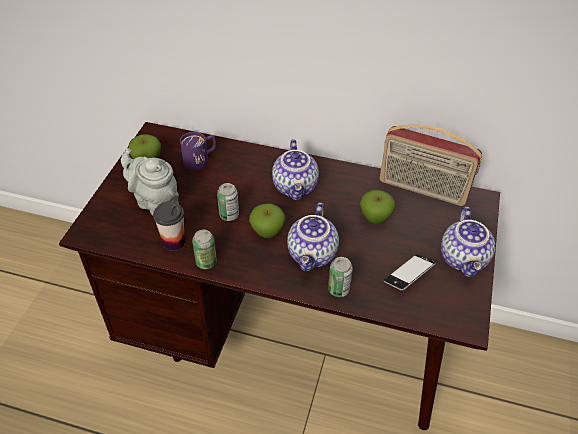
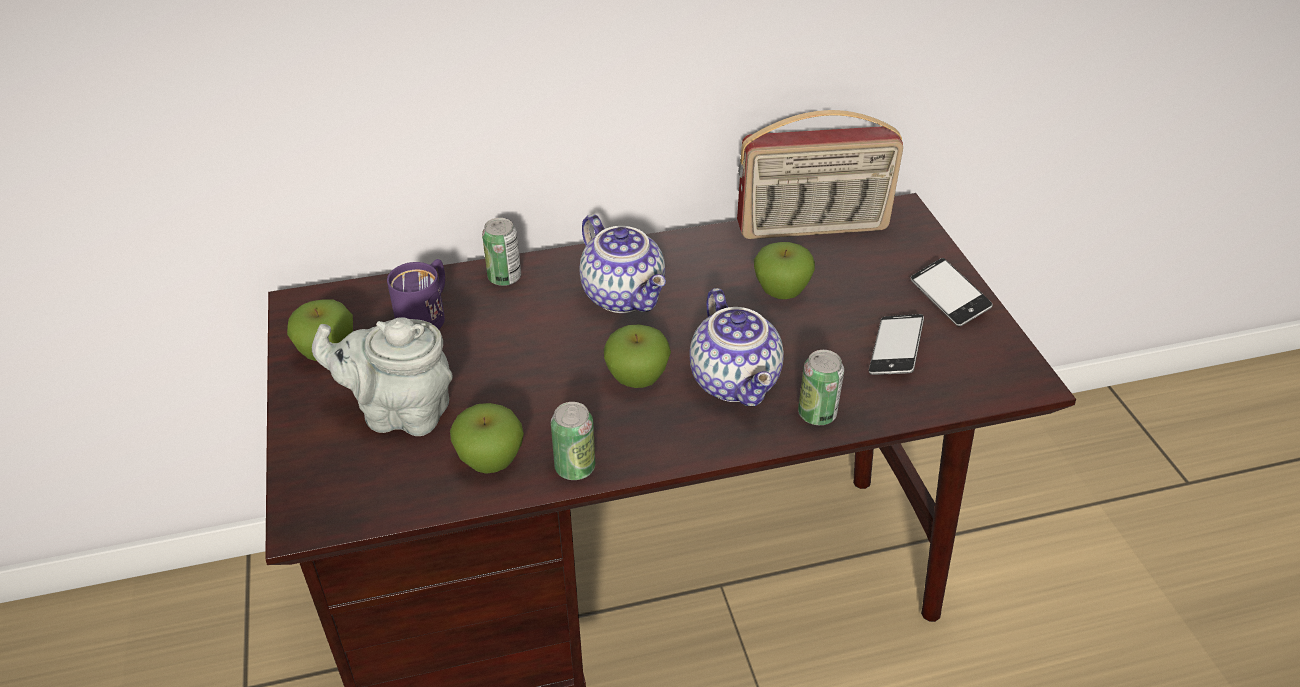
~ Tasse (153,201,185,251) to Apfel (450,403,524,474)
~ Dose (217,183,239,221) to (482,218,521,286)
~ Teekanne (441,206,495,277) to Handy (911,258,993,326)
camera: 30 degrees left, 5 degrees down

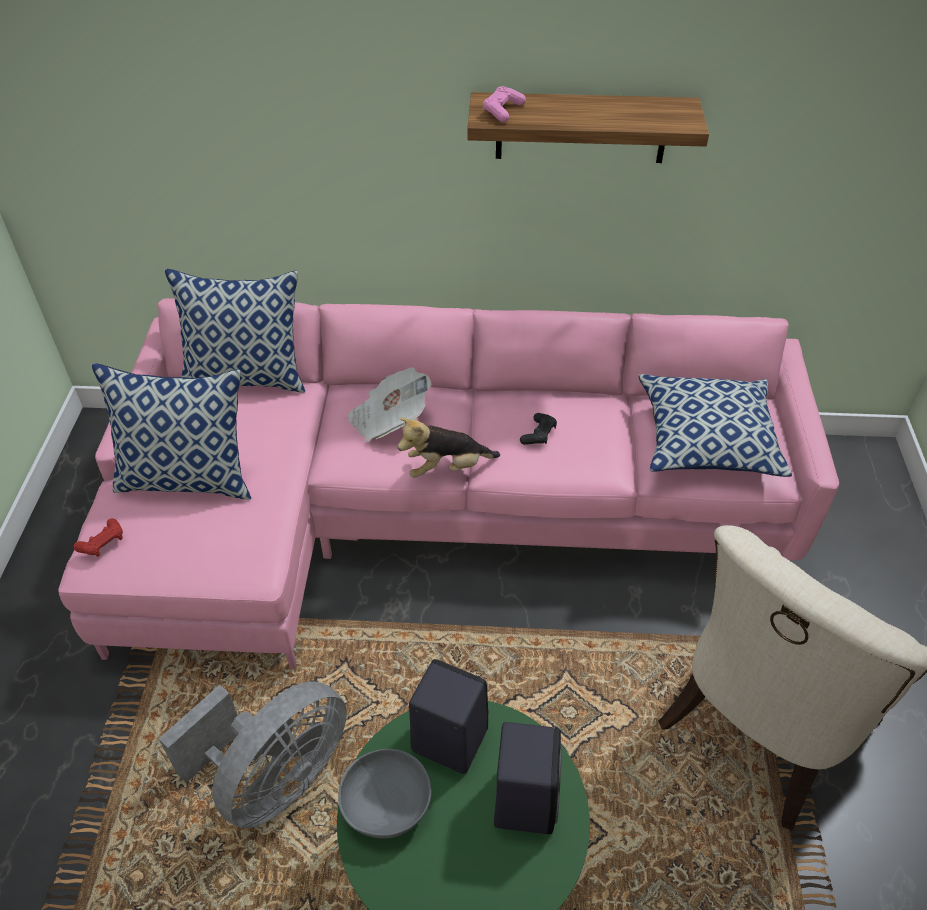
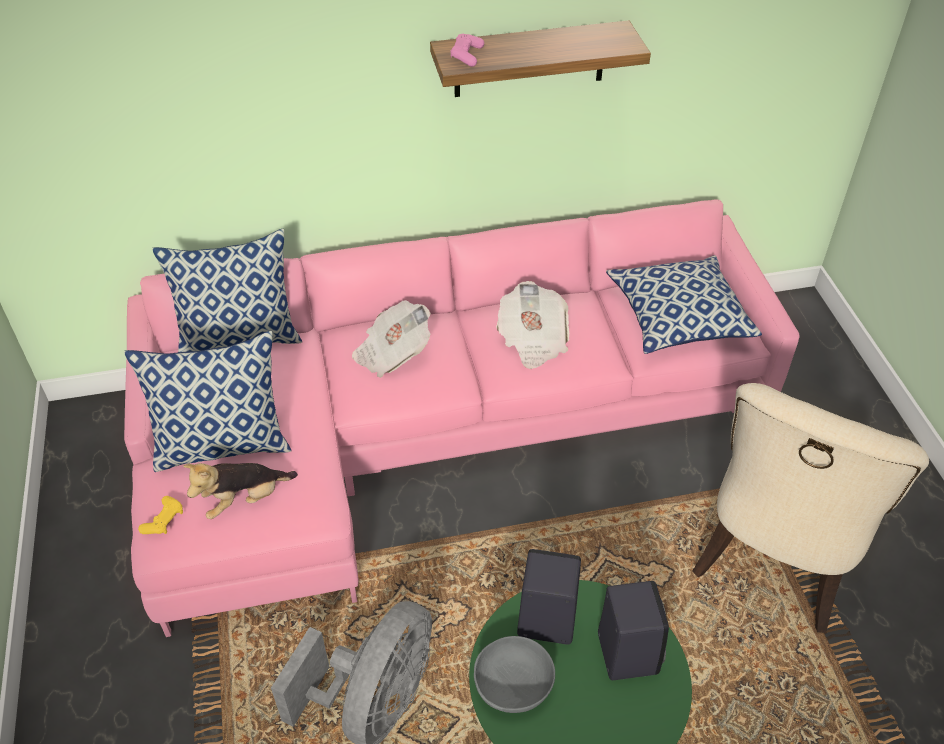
~ Gamepad [rot] (74,518,123,557) to Gamepad [gelb] (138,496,183,534)
~ Plüschtier (398,417,500,478) to (183,463,298,519)
~ Gamepad [schwarz] (520,413,557,445) to Zeitung (496,281,569,369)
camera: 15 degrees left, 0 degrees up

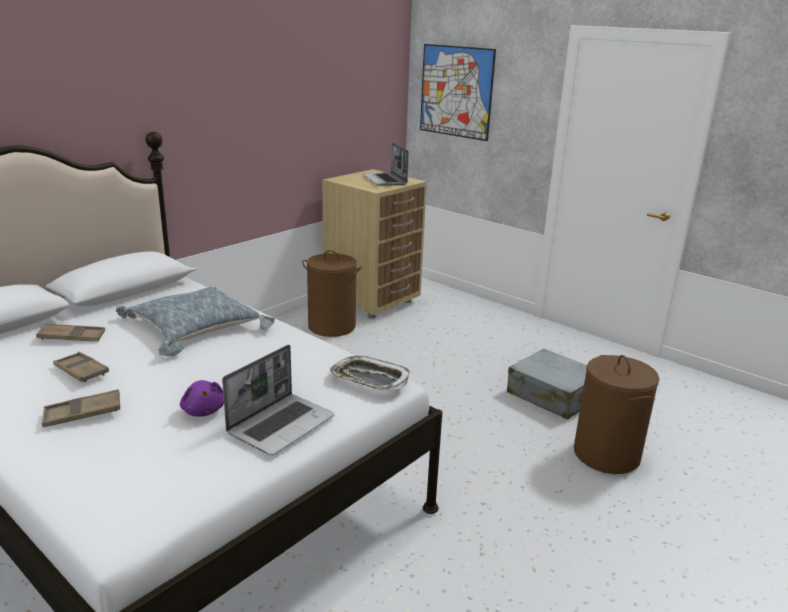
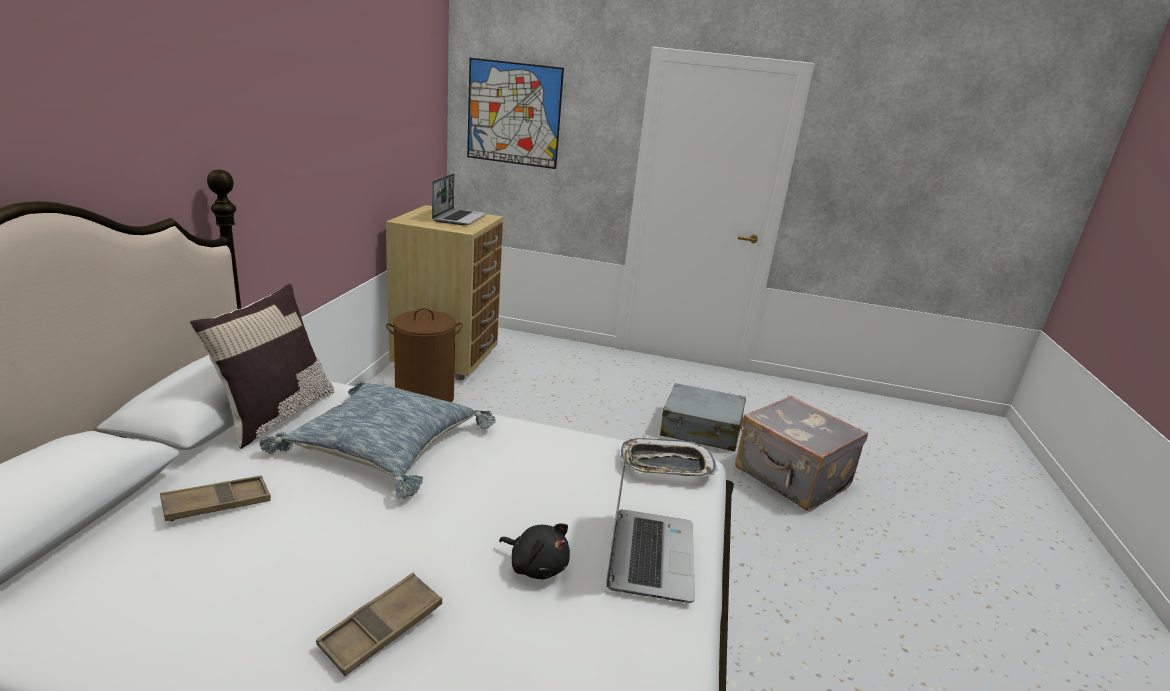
+ Kissen (190,284,334,449)
~ Laptop (363,143,409,186) = (432,173,487,226) 120 degrees counterclockwise
~ Plüschtier [lila] (180,380,224,417) to Plüschtier [schwarz] (499,523,570,579)
~ Wäschekorb [braun] (574,355,659,474) to Koffer [grau] (735,395,868,512)
- Tablett [braun] (53,352,109,382)
camera: 30 degrees left, 0 degrees up

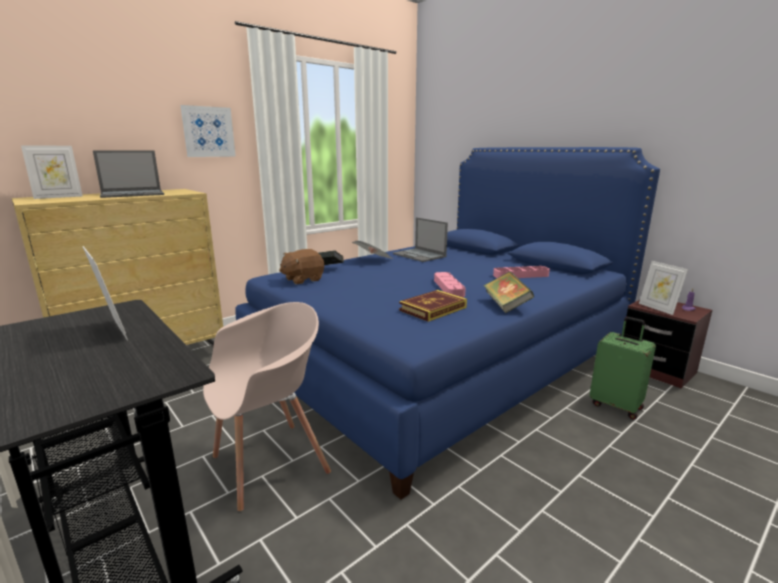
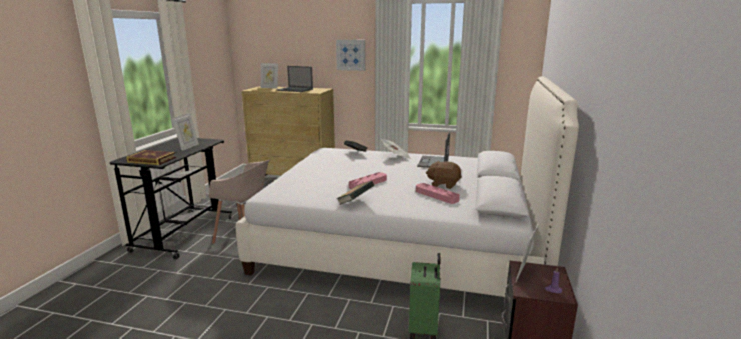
~ Buch (399,290,467,322) to (127,150,176,165)
~ Bett [blau] (235,147,660,500) to Bett [weiß] (236,76,579,297)
~ Plüschtier [braun] (279,249,324,284) to (426,161,462,189)
camera: 55 degrees right, 0 degrees up

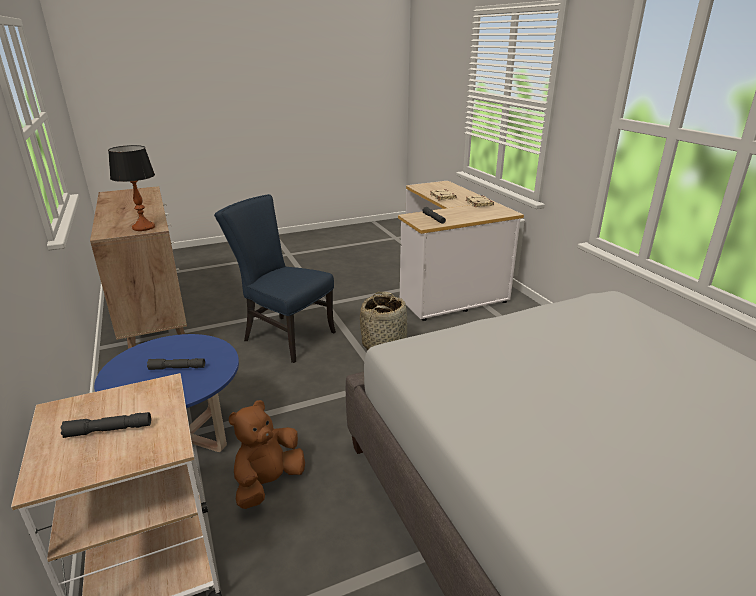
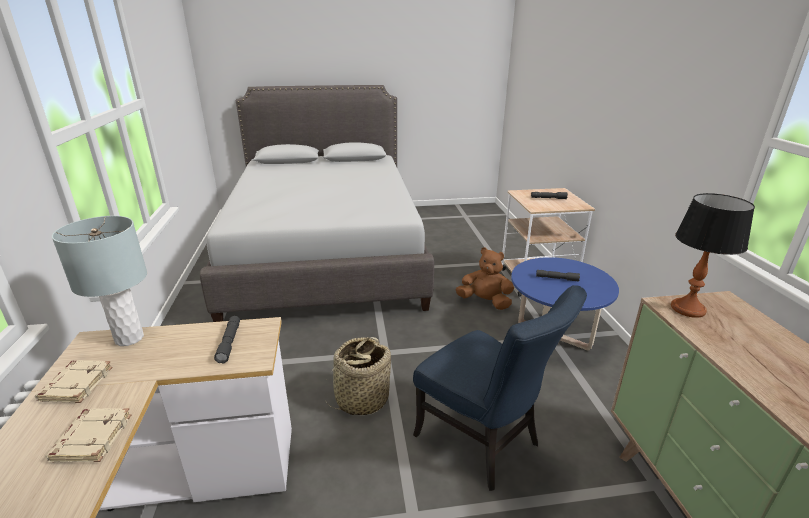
+ Tischlampe [grau] (52,216,147,346)
~ Plüschtier [braun] (229,400,305,509) = (455,247,514,310) 120 degrees counterclockwise
camera: 165 degrees left, 0 degrees up

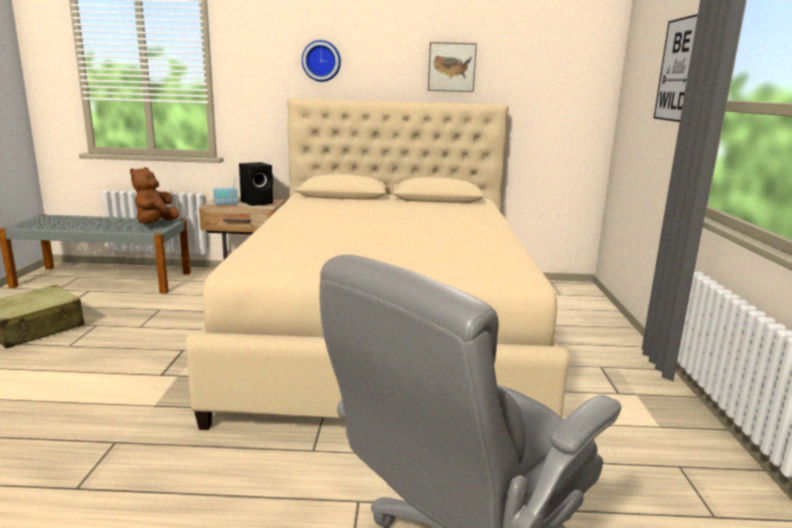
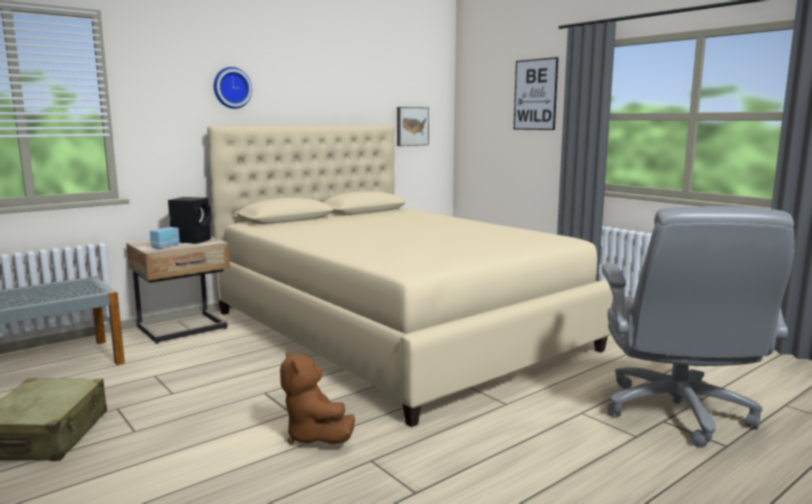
~ Plüschtier [braun] (130,167,179,224) to (280,350,355,445)
~ Bild (428,42,477,92) to (397,107,429,146)
camera: 40 degrees left, 5 degrees down

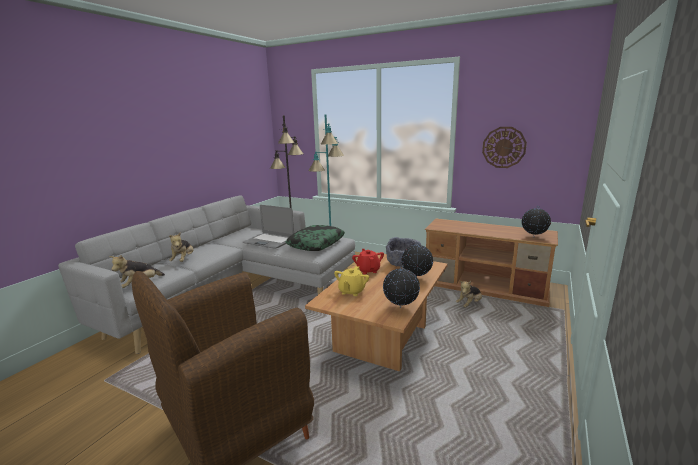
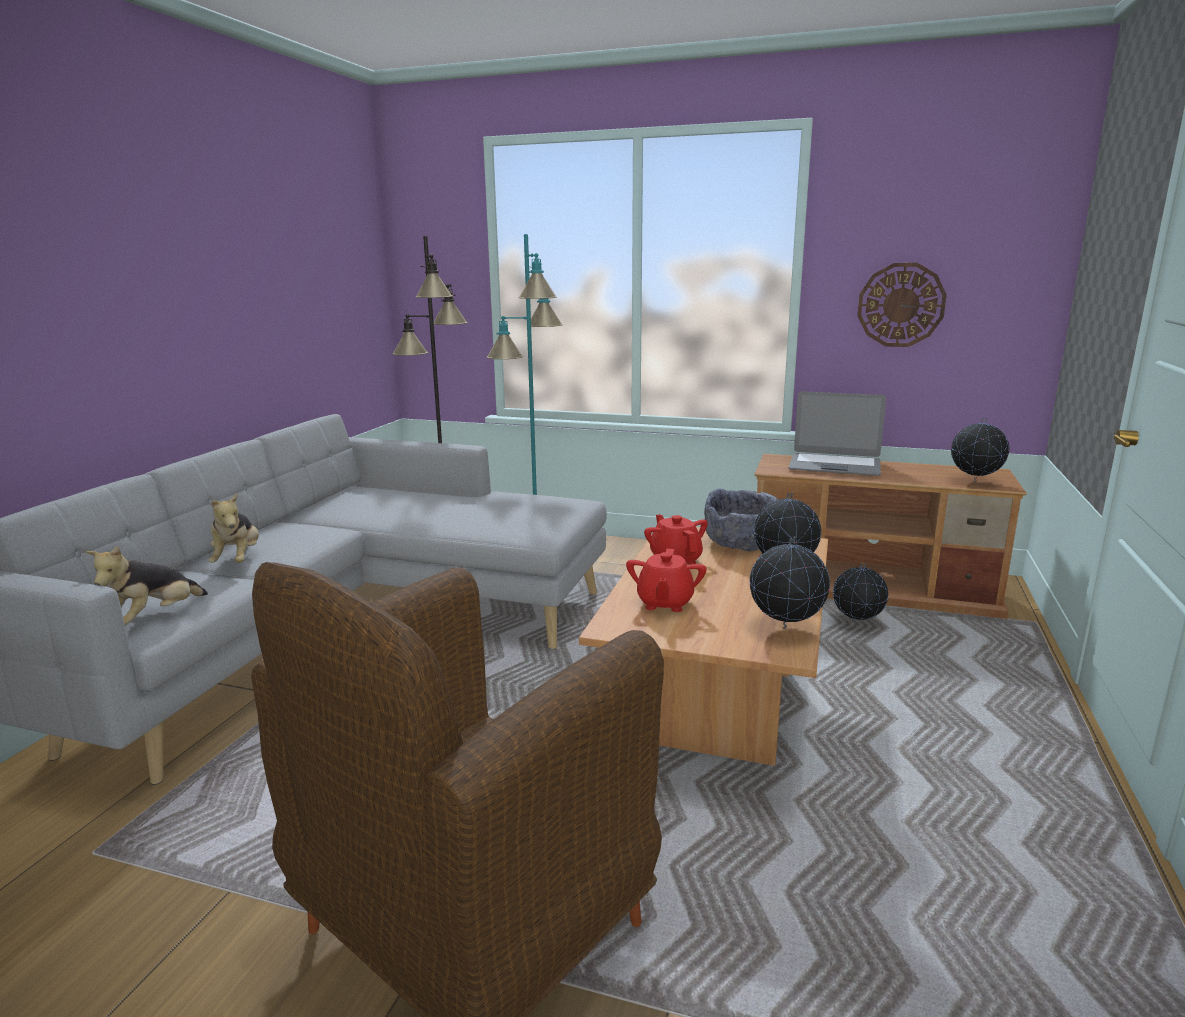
~ Teekanne [gelb] (334,266,369,296) to Teekanne [rot] (626,549,707,612)
~ Laptop (243,205,294,249) to (788,391,886,476)
~ Plüschtier (456,281,482,307) to Globus (833,563,888,623)
- Kissen (286,225,345,251)
camera: 10 degrees left, 0 degrees up

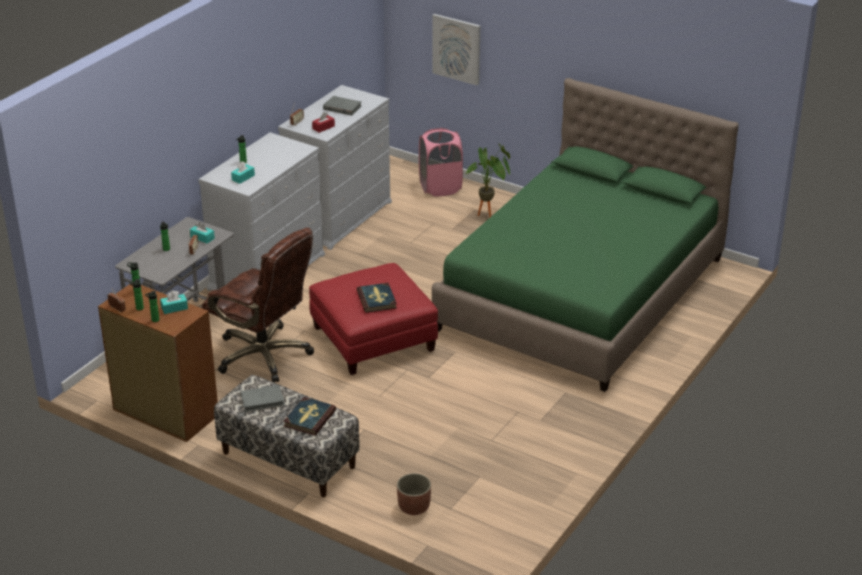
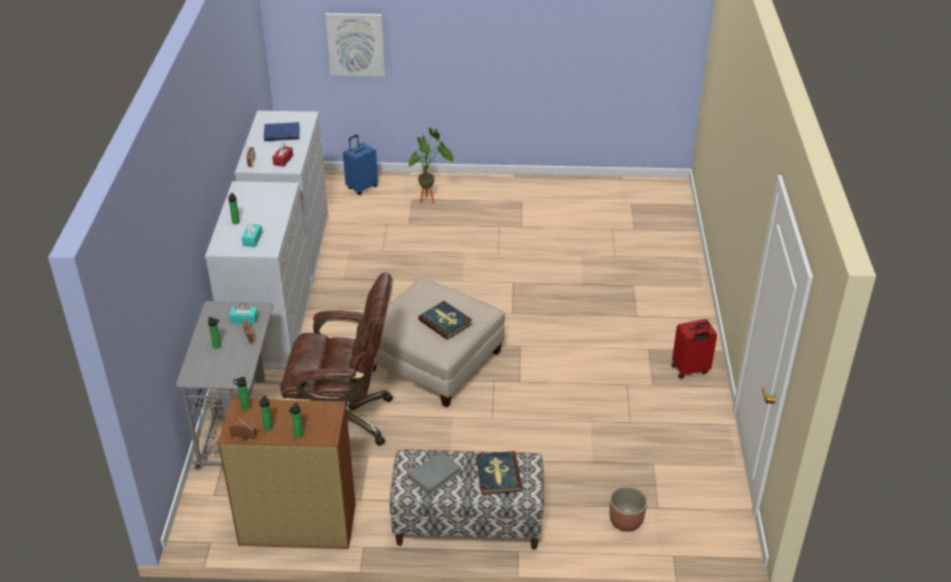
~ Buch [grau] (323,96,362,115) to Buch [blau] (264,122,300,141)
~ Wäschekorb [rosa] (419,128,463,196) to Koffer [blau] (343,135,378,195)
~ Polsterhocker [rot] (309,263,438,375) to Polsterhocker [beige] (373,278,505,407)
+ Koffer [rot] (672,319,717,379)
- Taschentuchbox [türkis] (160,290,188,314)
- Bett [grün] (432,78,739,392)
camera: 30 degrees left, 5 degrees up

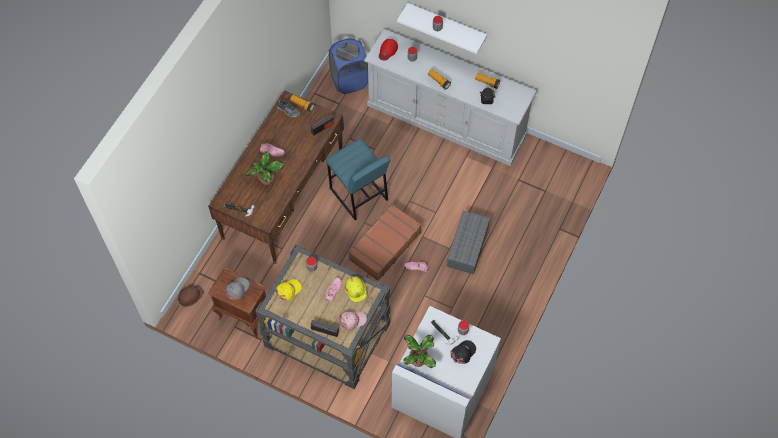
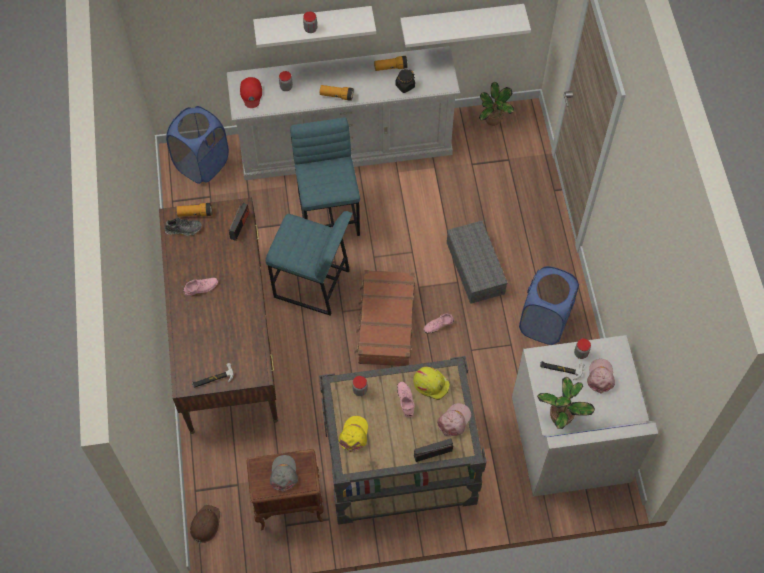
+ Hocker [blau] (290,117,360,236)
+ Wandregal [weiß] (400,4,531,48)
~ Topfpflanze (245,152,284,185) to (479,82,514,126)
+ Wäschekorb [blau] (519,266,579,345)
~ Kappe [schwarz] (450,340,476,364) to Kappe [rosa] (587,359,615,394)
camera: 35 degrees left, 0 degrees up

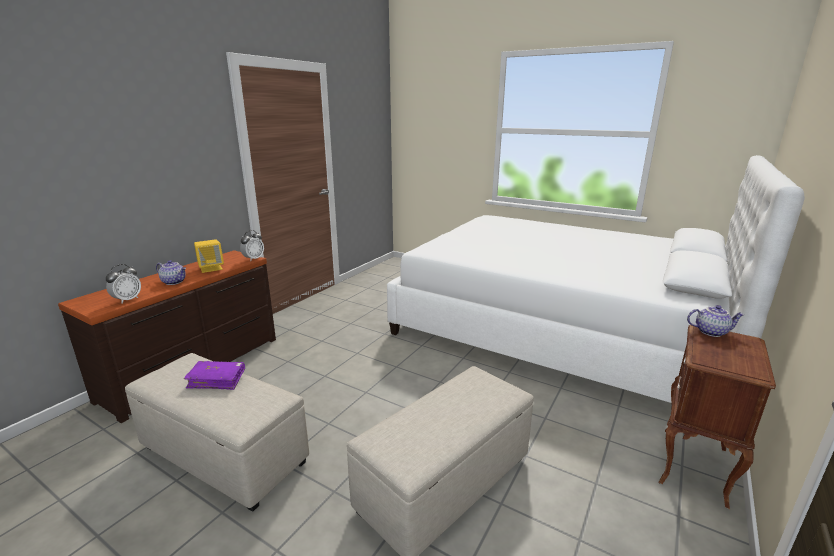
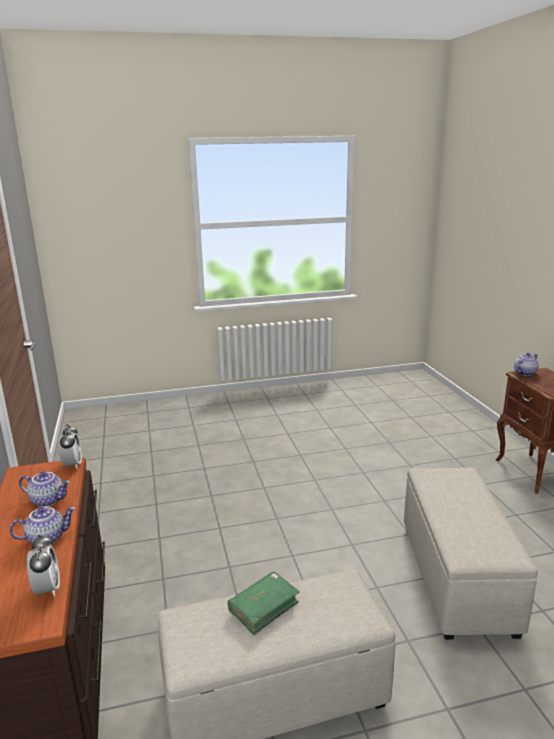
~ Lautsprecher [gelb] (194,239,224,273) to Teekanne (19,471,70,507)
~ Buch [lila] (184,361,245,390) to Buch [grün] (228,572,300,635)
- Bett [weiß] (387,155,805,403)
camera: 45 degrees left, 0 degrees up

